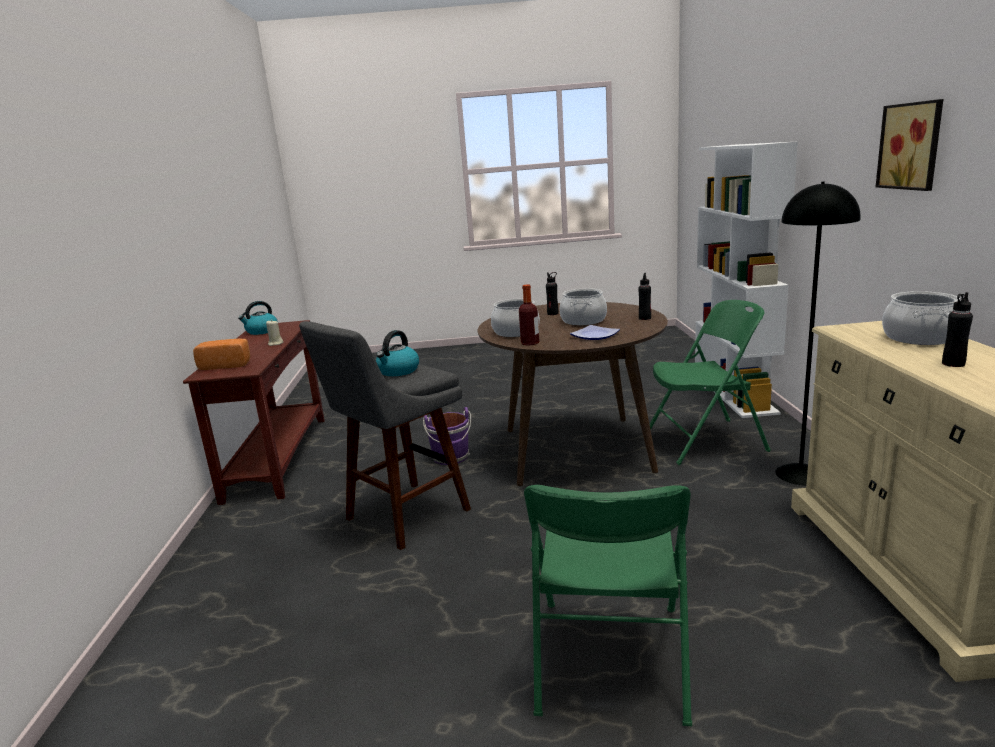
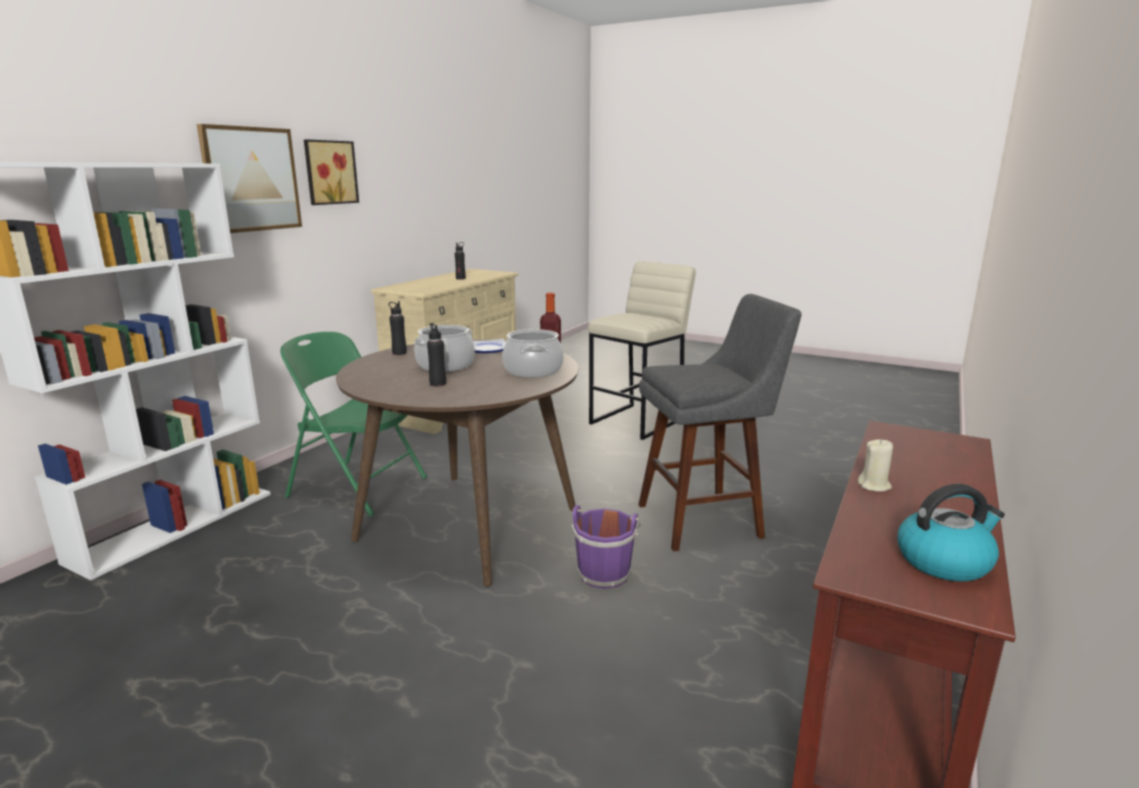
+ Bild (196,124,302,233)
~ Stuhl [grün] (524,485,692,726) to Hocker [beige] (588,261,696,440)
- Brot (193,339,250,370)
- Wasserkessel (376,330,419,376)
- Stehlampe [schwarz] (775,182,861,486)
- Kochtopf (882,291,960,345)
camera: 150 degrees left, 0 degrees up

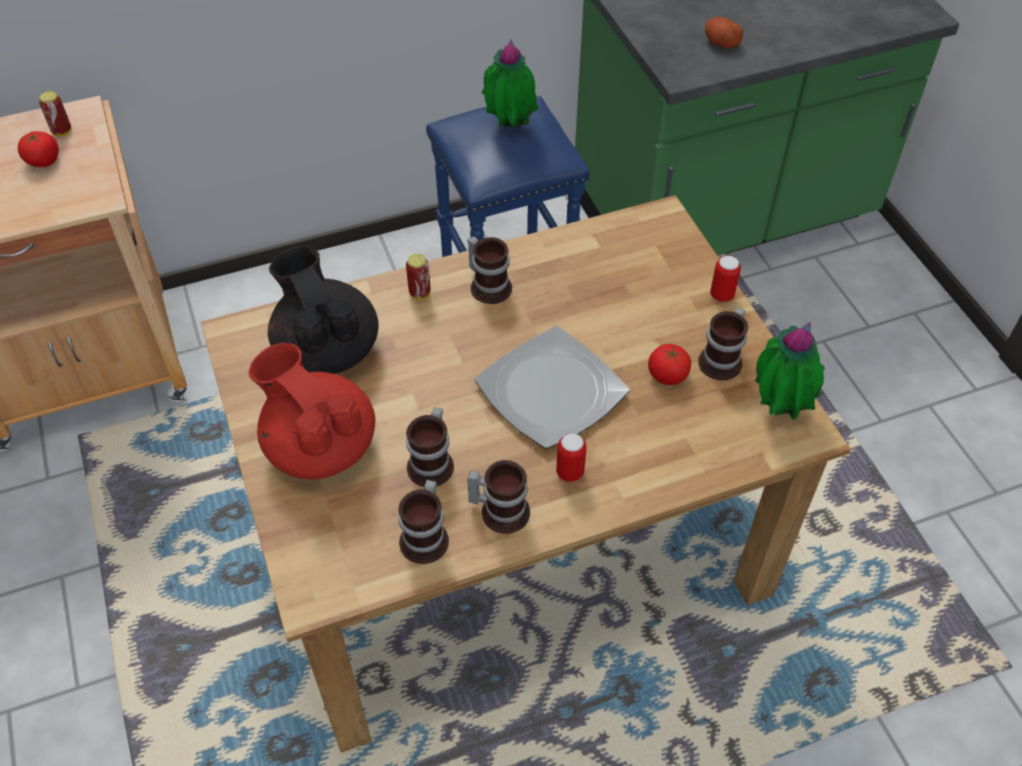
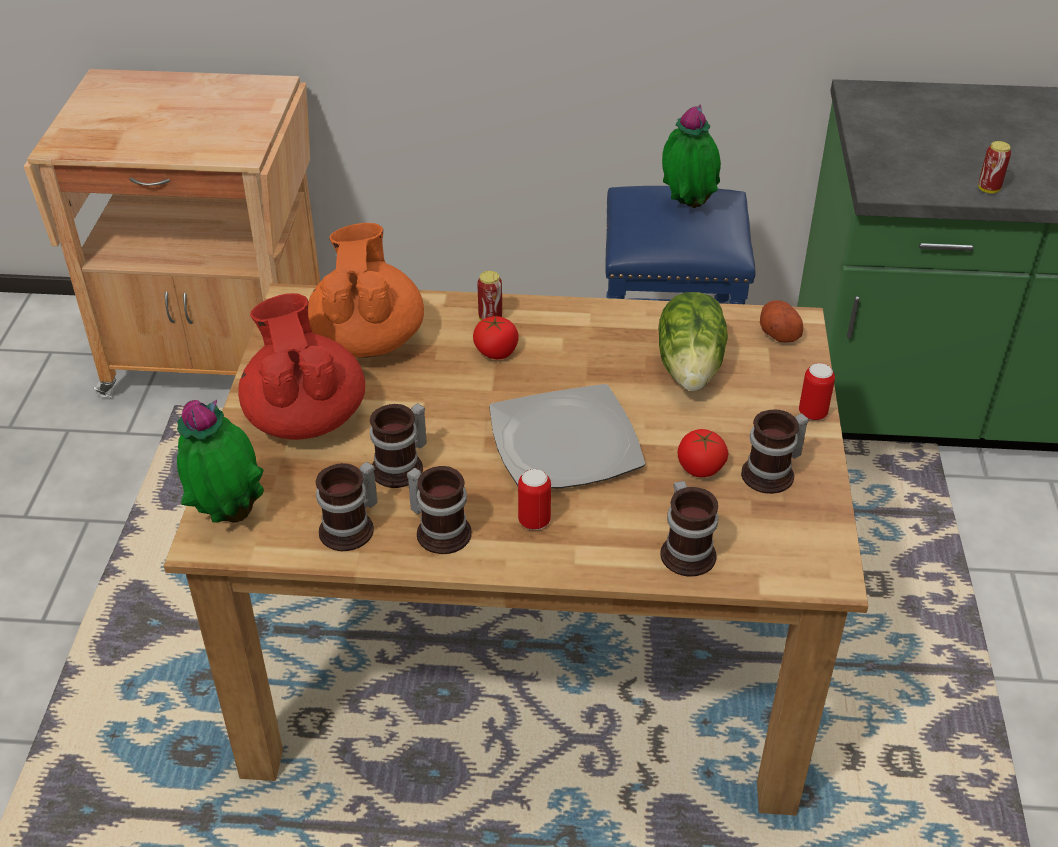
~ Topfpflanze (755,322,824,420) to (177,400,264,523)
~ Teekanne [schwarz] (268,246,378,374) to Teekanne [orange] (308,223,424,358)
~ Tomate (18,131,59,167) to (473,316,519,359)
+ Salatkopf (658,292,728,391)
~ Henkelbecher (467,236,512,304) to (660,481,719,577)
~ Kartoffel (705,17,743,49) to (760,300,803,343)
~ Dose (39,91,72,137) to (978,141,1011,194)
camera: 25 degrees right, 10 degrees down

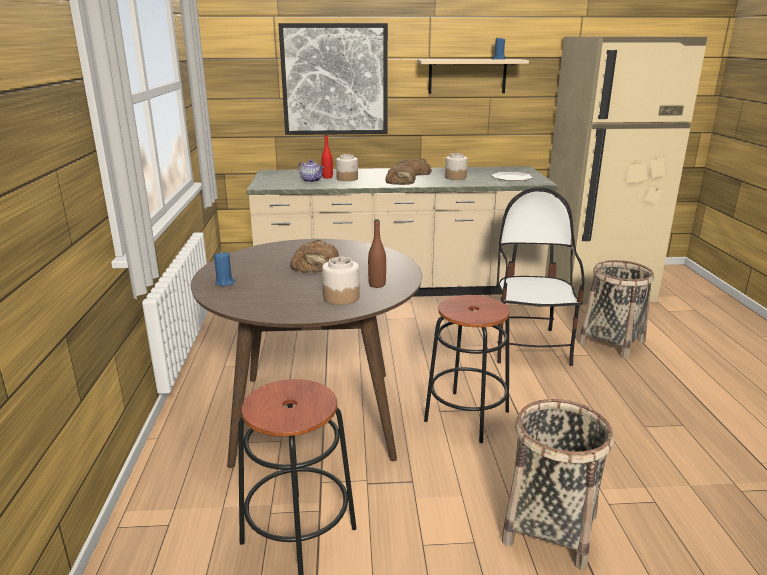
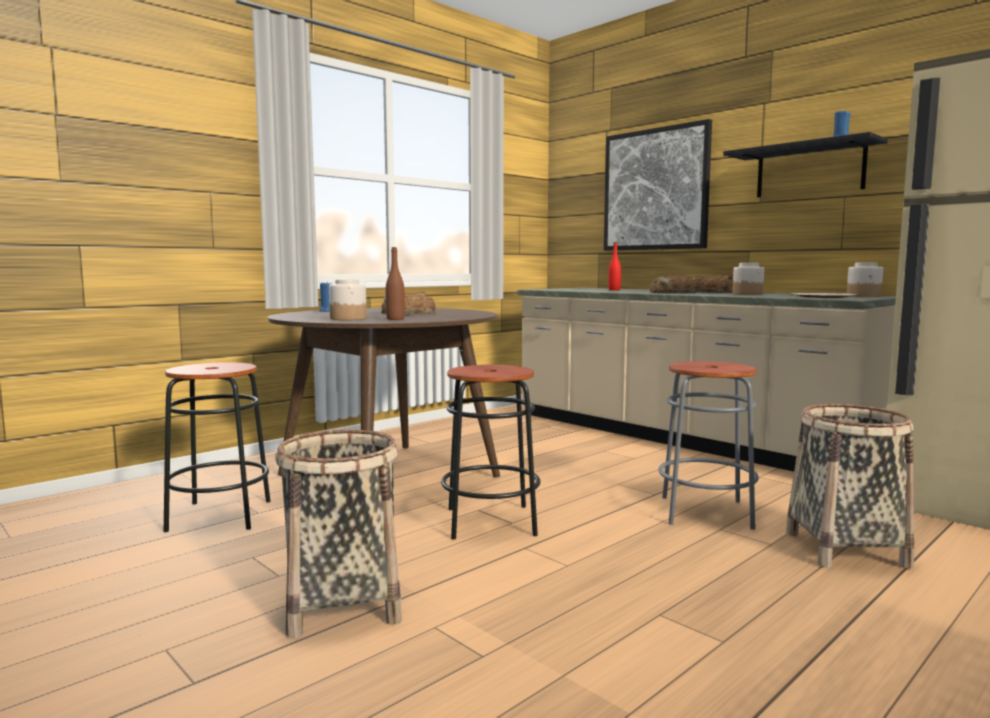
~ Stuhl (497,187,584,366) to Hocker [grau] (658,361,759,530)
~ Wandregal [beige] (417,59,529,94) to Wandregal [schwarz] (723,132,888,197)
~ Vorratsglas (336,154,358,181) to (847,262,883,297)
- Teekanne (298,160,324,182)
camera: 50 degrees right, 15 degrees down

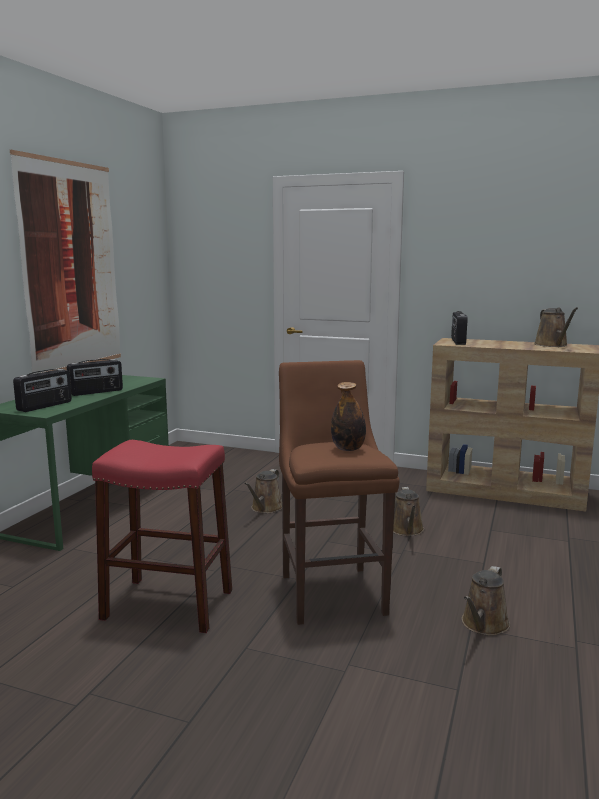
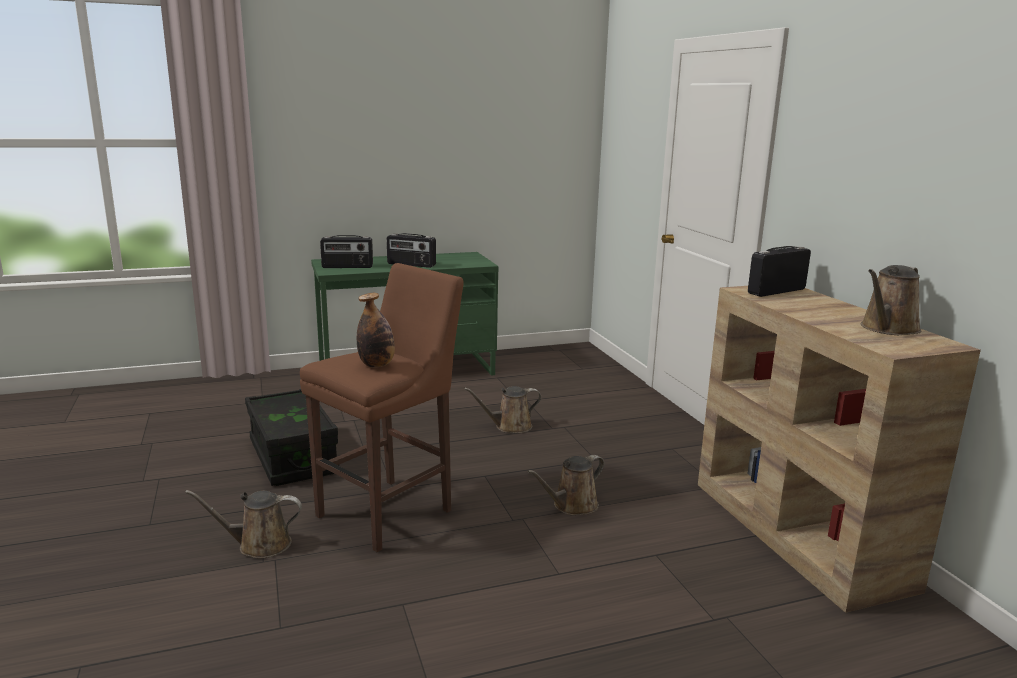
~ Gießkanne [braun] (461,566,510,636) to (185,490,302,558)
~ Hocker [rot] (92,440,232,633) to Aufbewahrungsbox [schwarz] (245,389,339,486)
- Bild (10,150,121,374)
camera: 50 degrees right, 5 degrees up

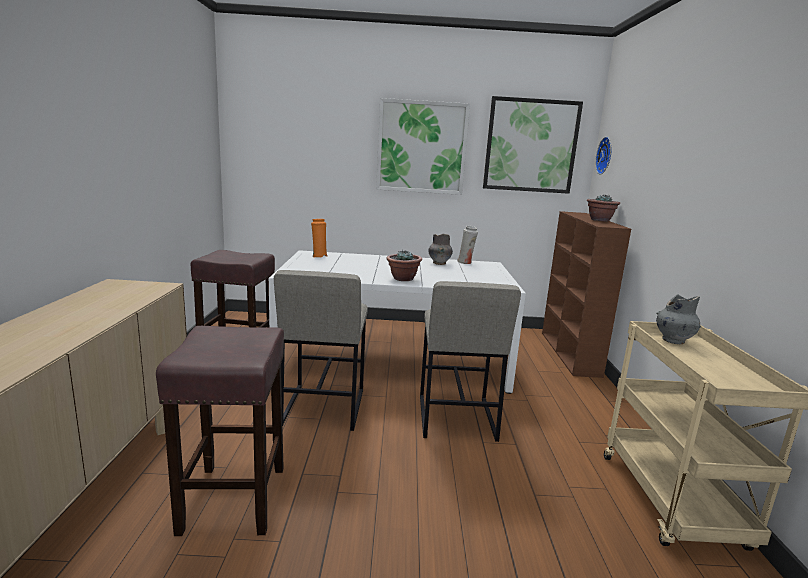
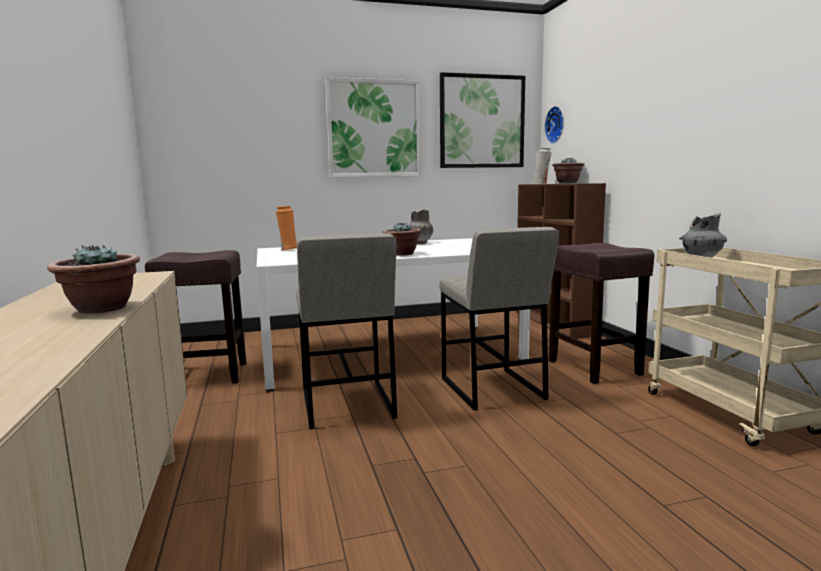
+ Topfpflanze (47,245,140,314)
~ Vase [weiß] (457,226,478,264) to (533,147,552,184)
~ Hocker [braun] (156,326,284,536) to (549,243,654,384)
camera: 15 degrees left, 5 degrees down

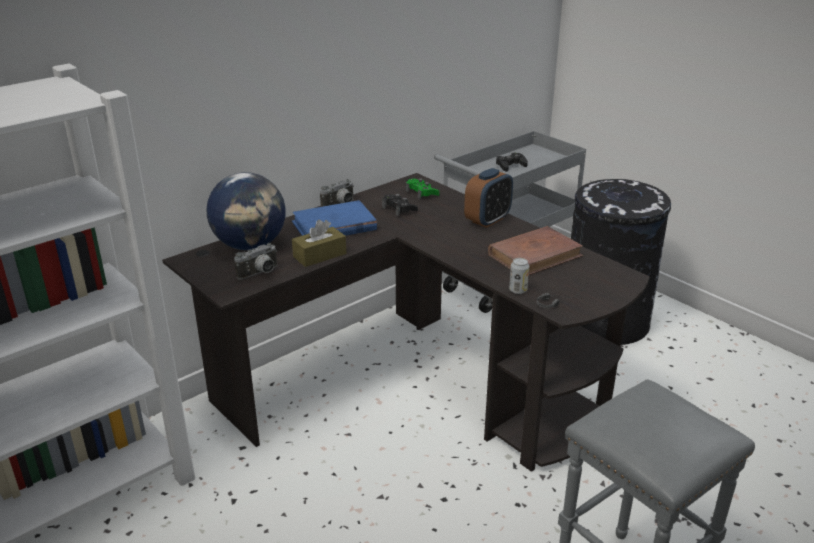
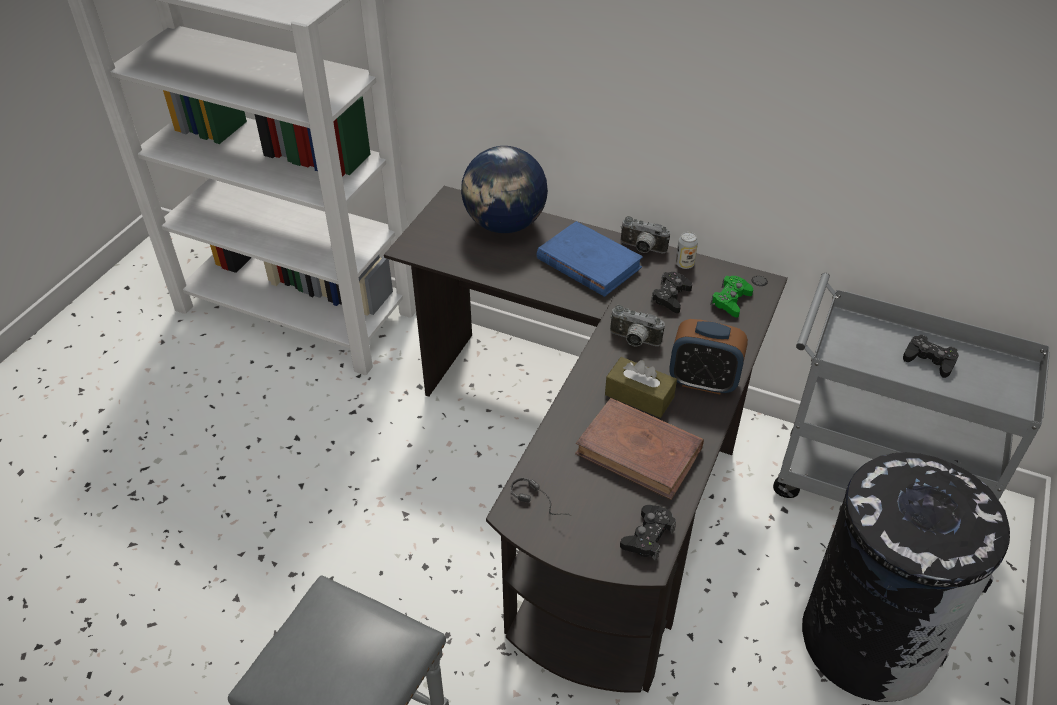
~ Taschentuchbox [braun] (292,220,346,267) to (605,357,677,418)
~ Kamera (234,243,277,280) to (610,305,665,347)
+ Gamepad [schwarz] (620,505,676,561)
~ Dose (509,258,529,294) to (676,232,698,269)
camera: 65 degrees right, 15 degrees up

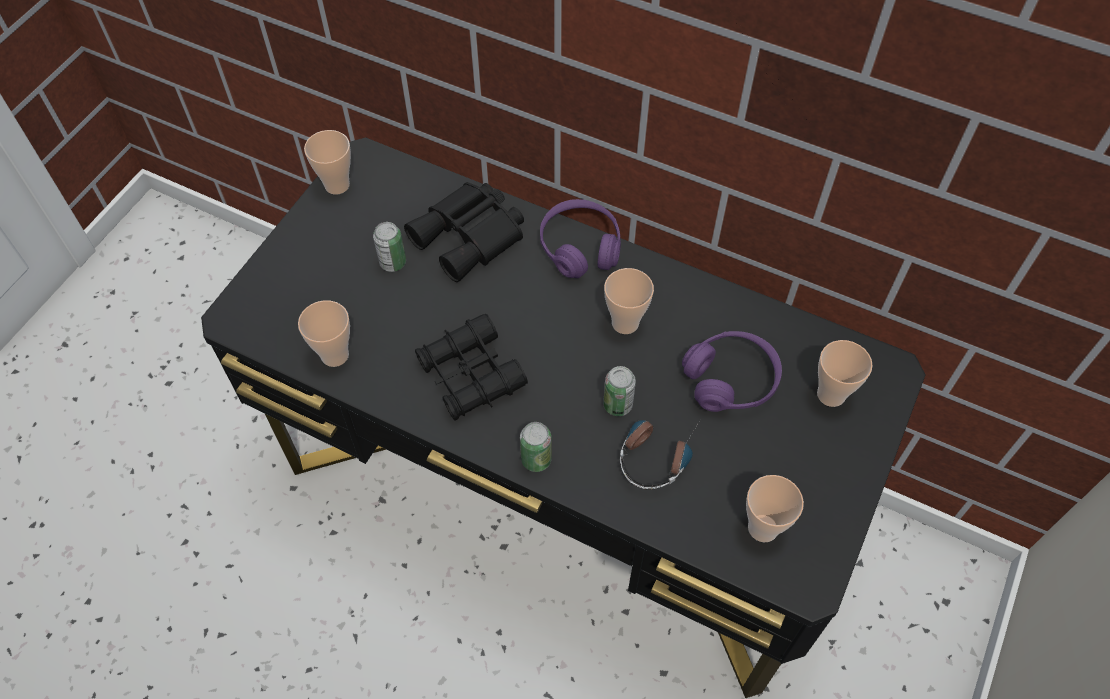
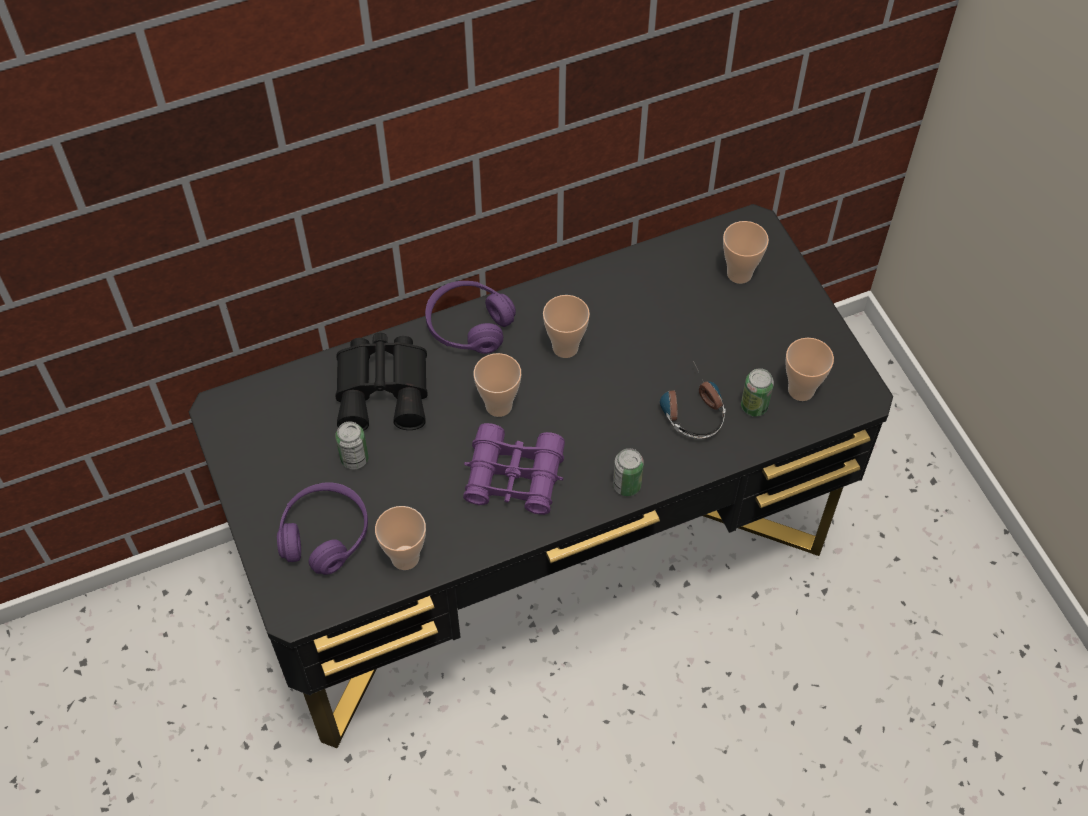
~ Kopfhörer [lila] (682,331,782,412) to (277,482,368,575)
~ Fernglas [schwarz] (415,314,528,421) to Fernglas [lila] (463,423,565,515)
~ Tasse (304,130,351,195) to (473,353,521,417)
~ Dose (603,366,636,416) to (741,368,774,416)
camera: 50 degrees left, 0 degrees up

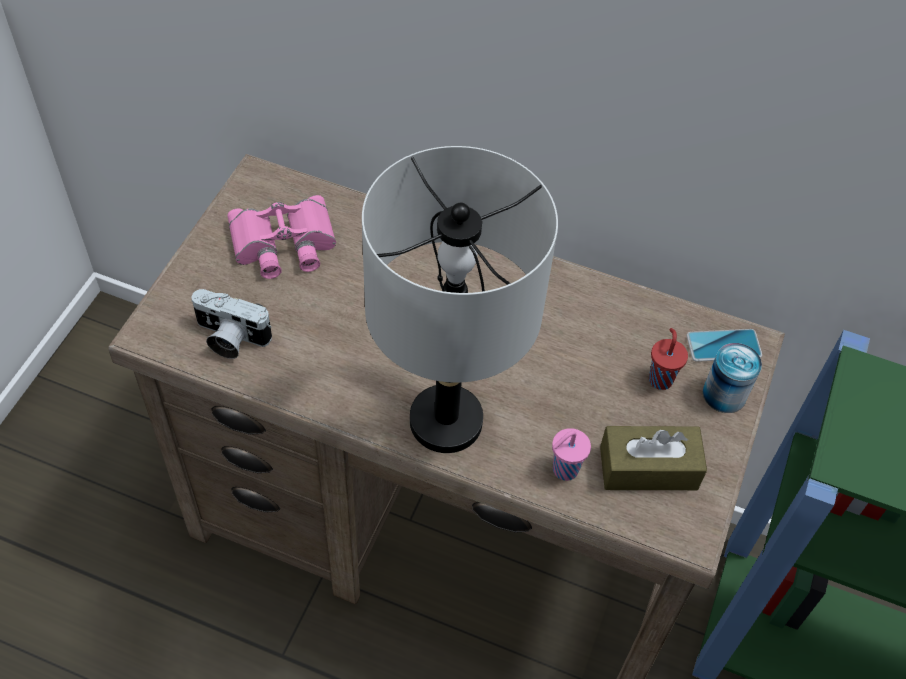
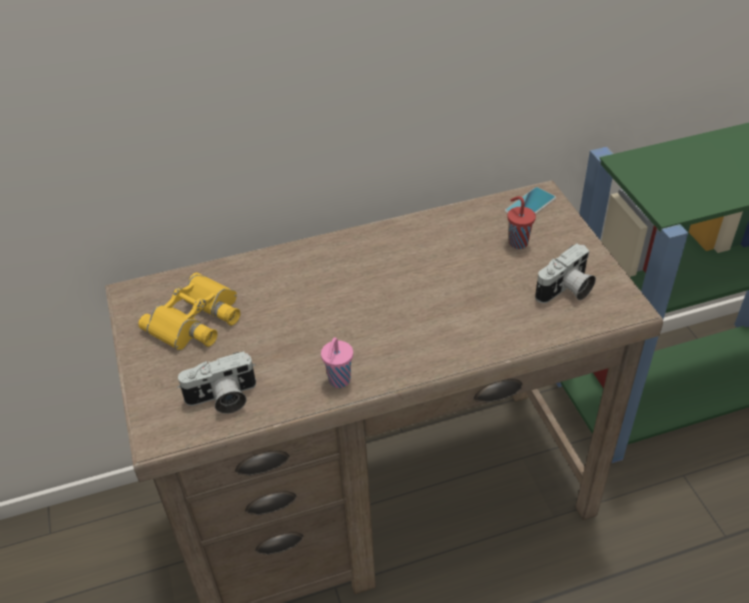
~ Fernglas [rosa] (227,195,336,279) to Fernglas [gelb] (138,272,240,350)
~ Tasse [rosa] (552,428,591,481) to (321,337,353,388)
~ Taschentuchbox [braun] (600,426,707,490) to Kamera (535,243,596,303)
- Tischlampe [grau] (362,146,558,453)
- Dose (703,343,762,413)
camera: 35 degrees left, 10 degrees down

